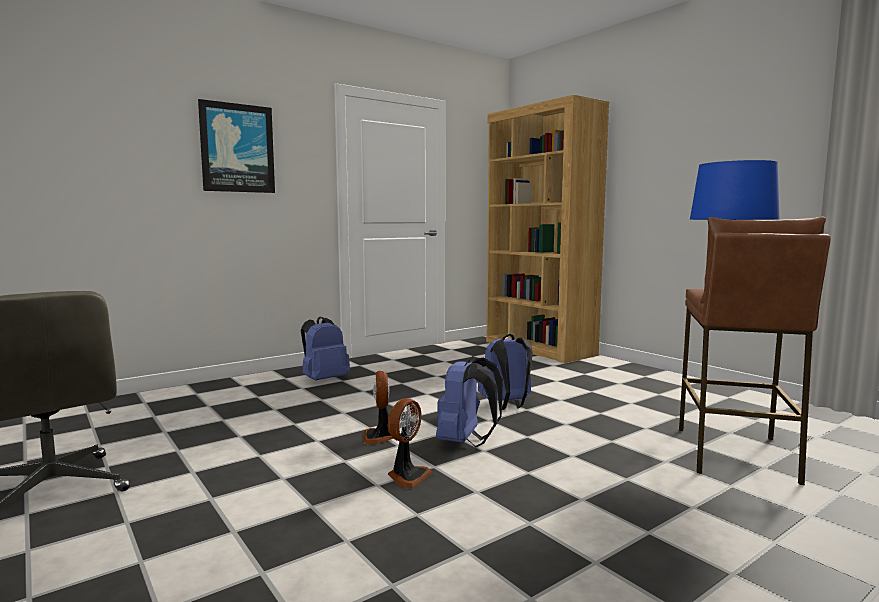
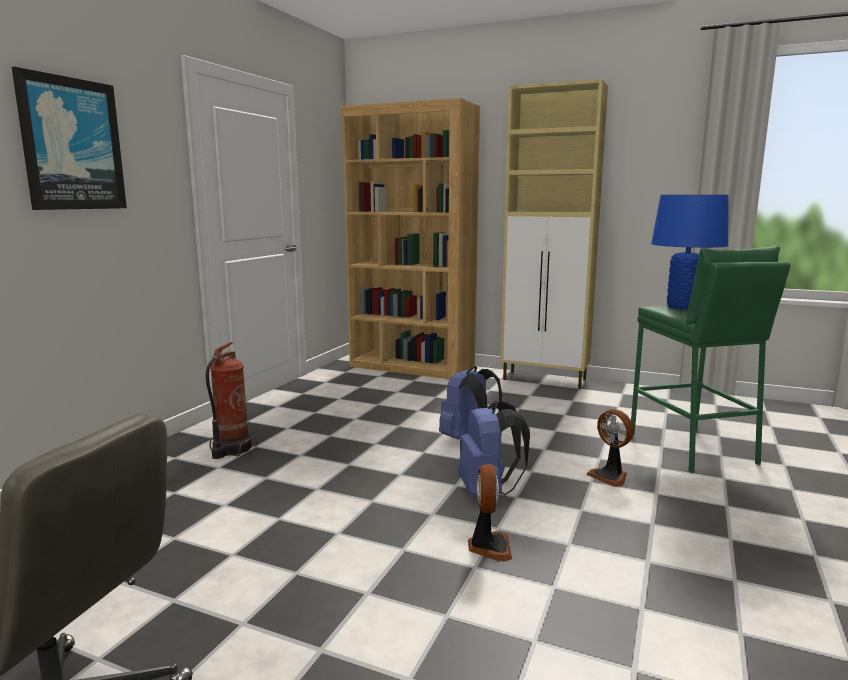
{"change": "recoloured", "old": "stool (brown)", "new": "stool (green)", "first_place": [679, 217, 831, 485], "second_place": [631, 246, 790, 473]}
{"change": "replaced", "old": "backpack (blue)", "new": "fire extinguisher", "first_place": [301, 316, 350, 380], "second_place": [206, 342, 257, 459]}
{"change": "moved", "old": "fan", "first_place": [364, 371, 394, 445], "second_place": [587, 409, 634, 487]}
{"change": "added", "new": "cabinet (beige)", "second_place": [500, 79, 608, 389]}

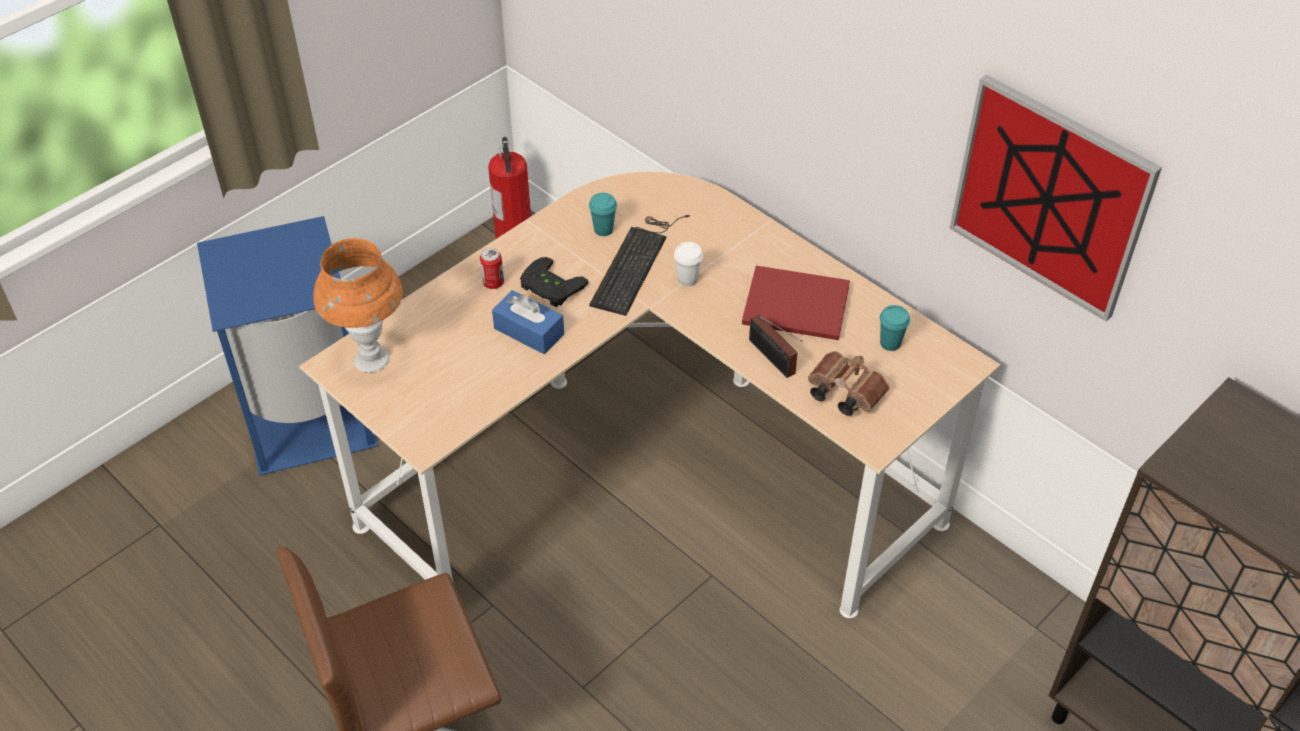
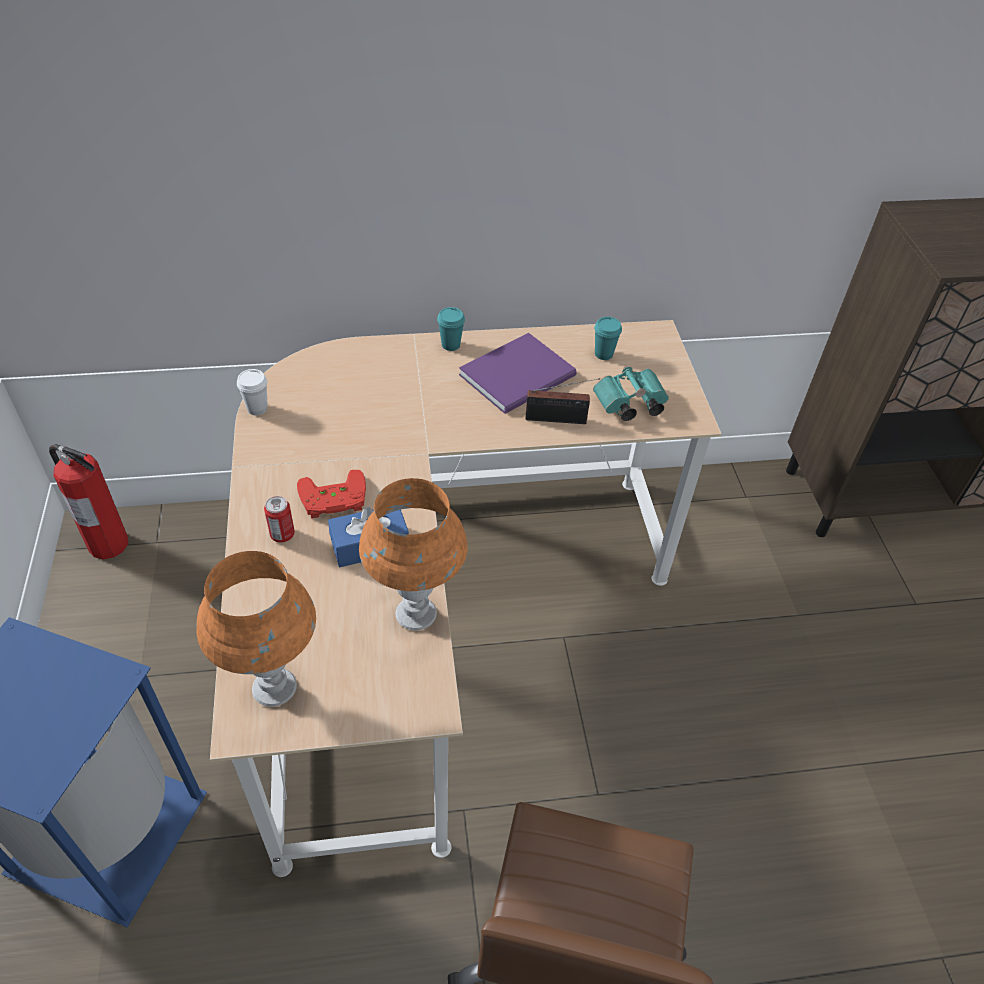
{"change": "removed", "old": "picture", "first_place": [950, 75, 1162, 322]}
{"change": "moved", "old": "cup (turquoise)", "first_place": [589, 193, 617, 236], "second_place": [437, 307, 465, 351]}
{"change": "removed", "old": "keyboard", "first_place": [589, 215, 690, 316]}
{"change": "moved", "old": "cup (white)", "first_place": [674, 242, 703, 286], "second_place": [237, 369, 268, 415]}
{"change": "recoloured", "old": "game controller (black)", "new": "game controller (red)", "first_place": [520, 257, 588, 307], "second_place": [297, 470, 366, 519]}
{"change": "recoloured", "old": "book (red)", "new": "book (purple)", "first_place": [742, 266, 850, 340], "second_place": [459, 333, 577, 414]}
{"change": "recoloured", "old": "binoculars (brown)", "new": "binoculars (turquoise)", "first_place": [808, 351, 889, 416], "second_place": [593, 366, 669, 421]}
{"change": "added", "new": "table lamp (orange)", "second_place": [359, 478, 468, 631]}

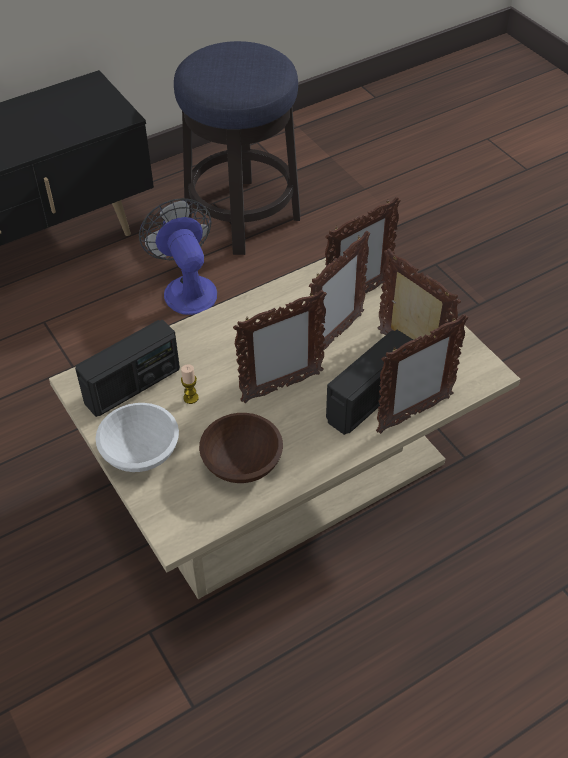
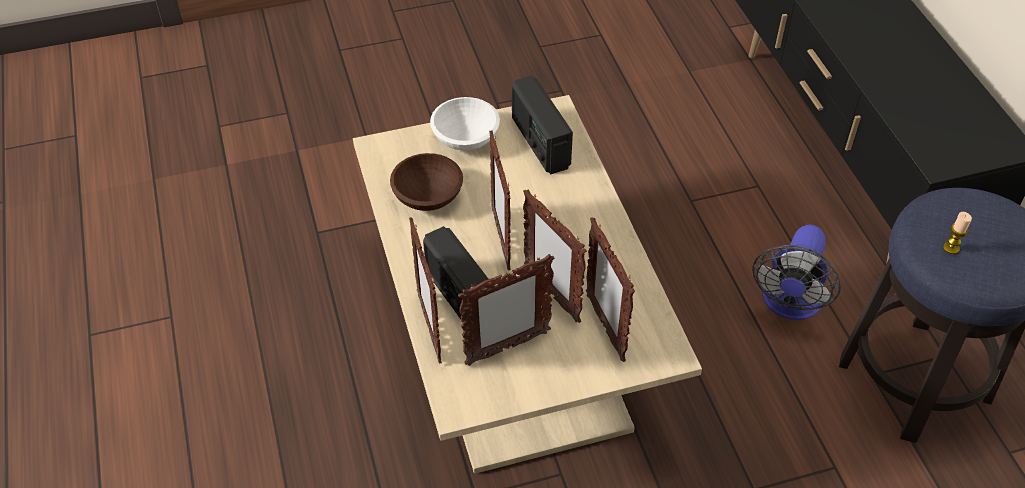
{"change": "turned", "old": "fan", "first_place": [139, 198, 217, 315], "second_place": [752, 225, 841, 320], "degrees": 120}
{"change": "moved", "old": "candle", "first_place": [181, 364, 199, 404], "second_place": [943, 212, 972, 254]}

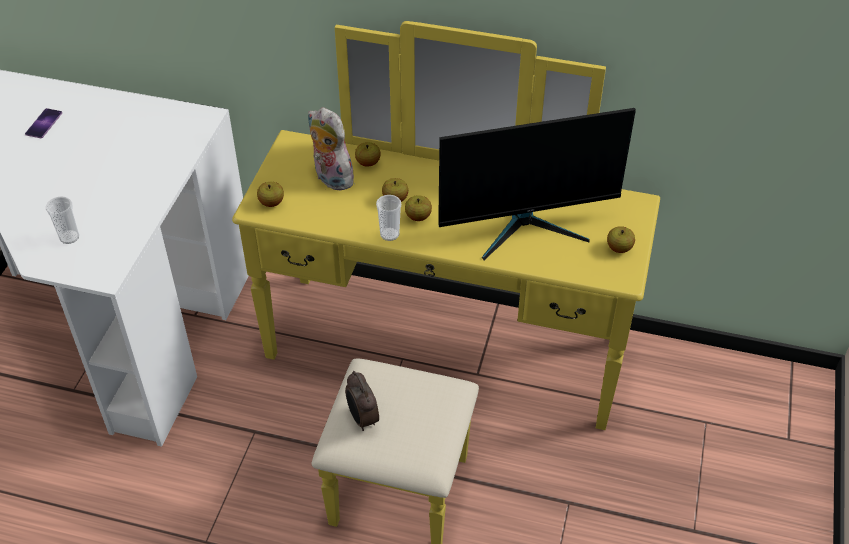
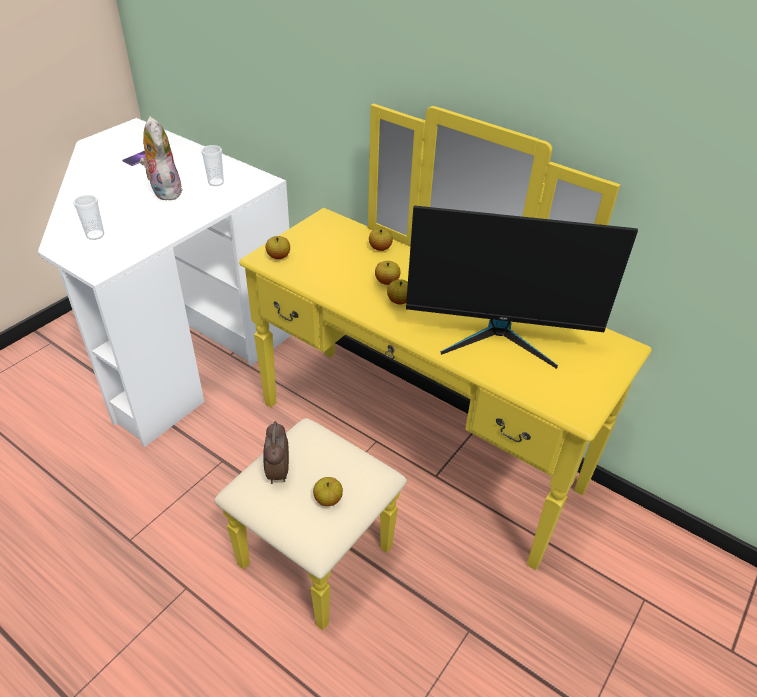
{"change": "moved", "old": "plush toy", "first_place": [308, 107, 354, 191], "second_place": [140, 116, 182, 200]}
{"change": "moved", "old": "cup", "first_place": [376, 195, 401, 241], "second_place": [201, 145, 224, 186]}
{"change": "moved", "old": "apple", "first_place": [607, 226, 635, 253], "second_place": [313, 477, 343, 506]}

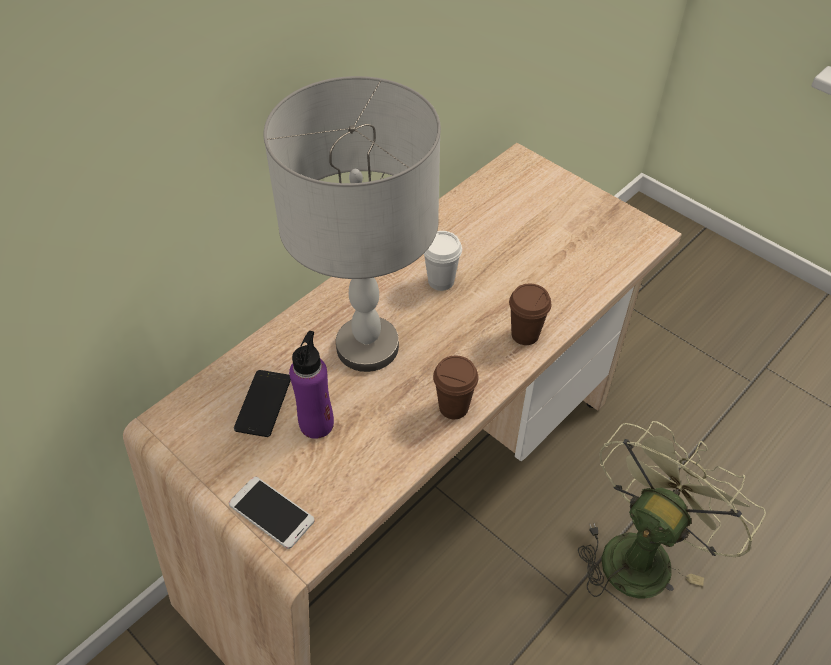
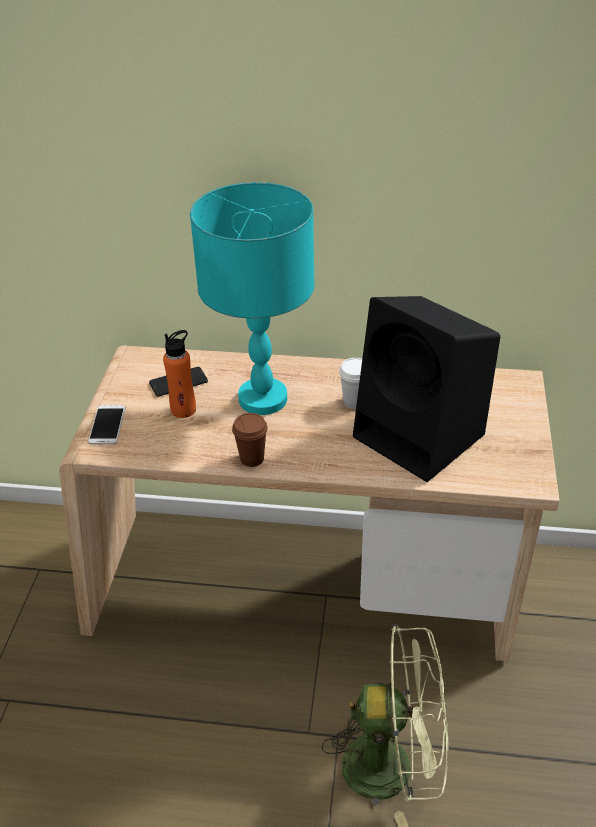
{"change": "recoloured", "old": "table lamp (grey)", "new": "table lamp (turquoise)", "first_place": [263, 76, 441, 372], "second_place": [190, 182, 315, 415]}
{"change": "removed", "old": "cup (brown)", "first_place": [509, 284, 551, 345]}
{"change": "recoloured", "old": "bottle (purple)", "new": "bottle (orange)", "first_place": [289, 331, 334, 439], "second_place": [163, 330, 196, 418]}
{"change": "added", "new": "speaker (black)", "second_place": [353, 296, 500, 482]}

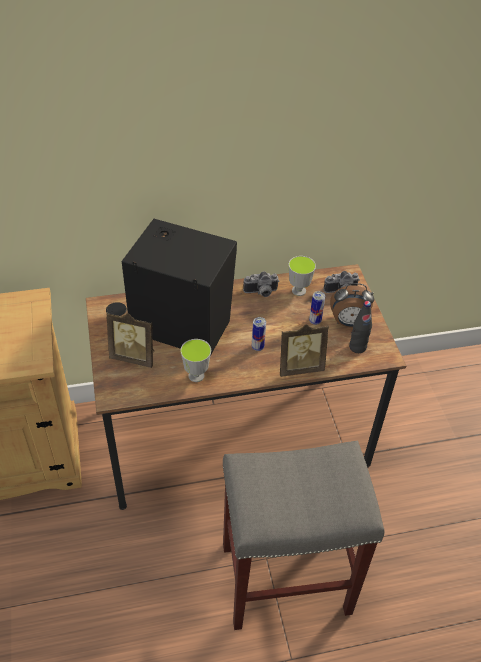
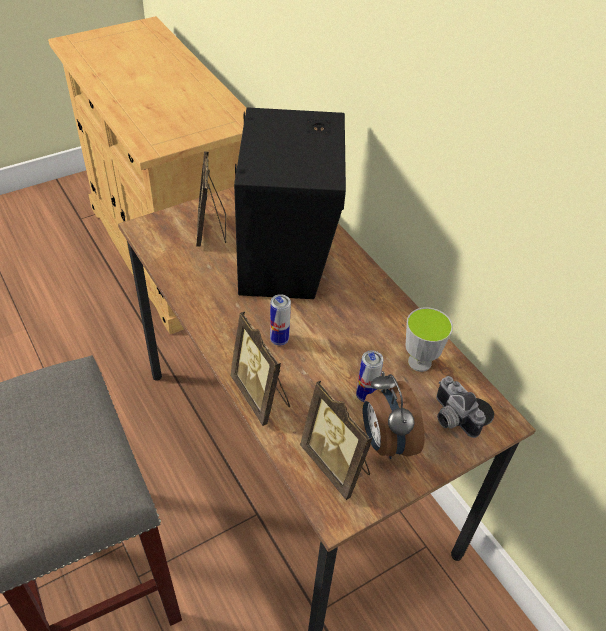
{"change": "removed", "old": "photo camera", "first_place": [243, 271, 279, 297]}
{"change": "replaced", "old": "bottle (black)", "new": "picture frame", "first_place": [349, 301, 372, 353], "second_place": [300, 381, 373, 500]}
{"change": "removed", "old": "cup", "first_place": [180, 339, 211, 382]}

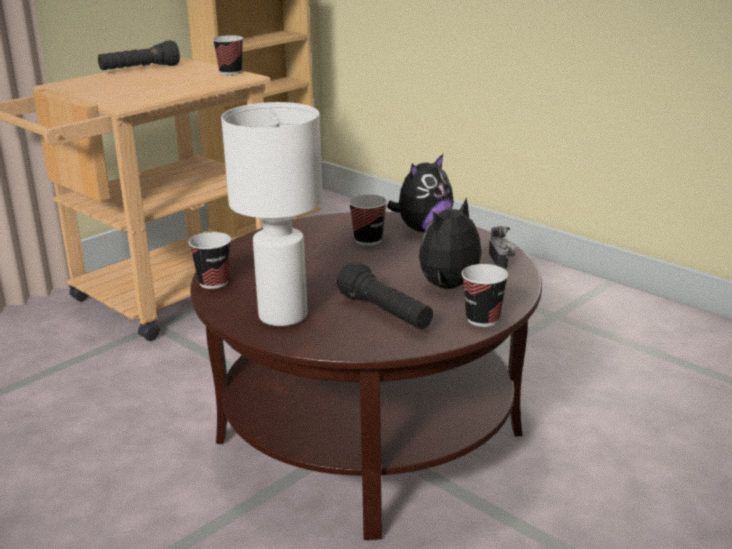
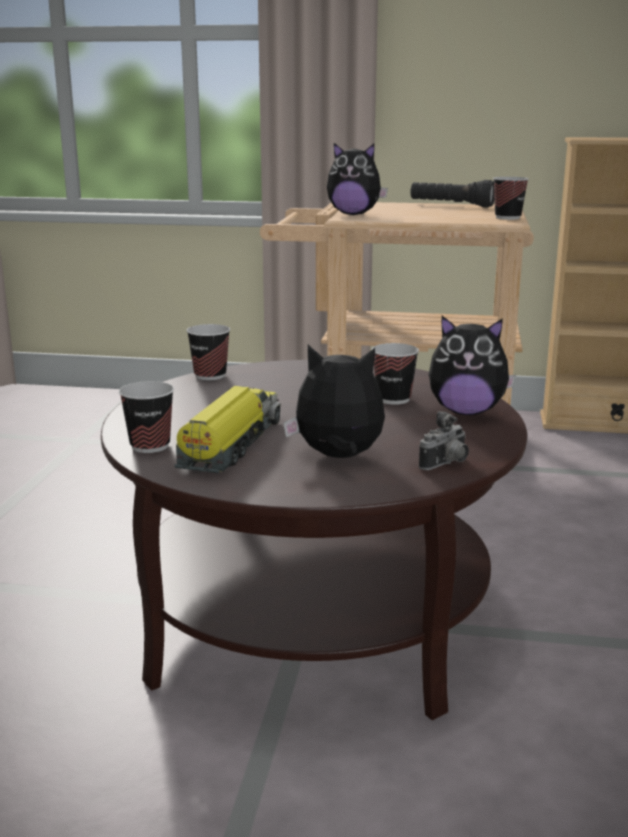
{"change": "removed", "old": "table lamp (white)", "first_place": [221, 102, 323, 326]}
{"change": "replaced", "old": "flashlight (black)", "new": "toy truck", "first_place": [337, 262, 433, 329], "second_place": [175, 386, 281, 473]}
{"change": "moved", "old": "cup", "first_place": [461, 264, 508, 327], "second_place": [119, 381, 174, 453]}
{"change": "added", "new": "plush toy", "second_place": [327, 143, 388, 215]}

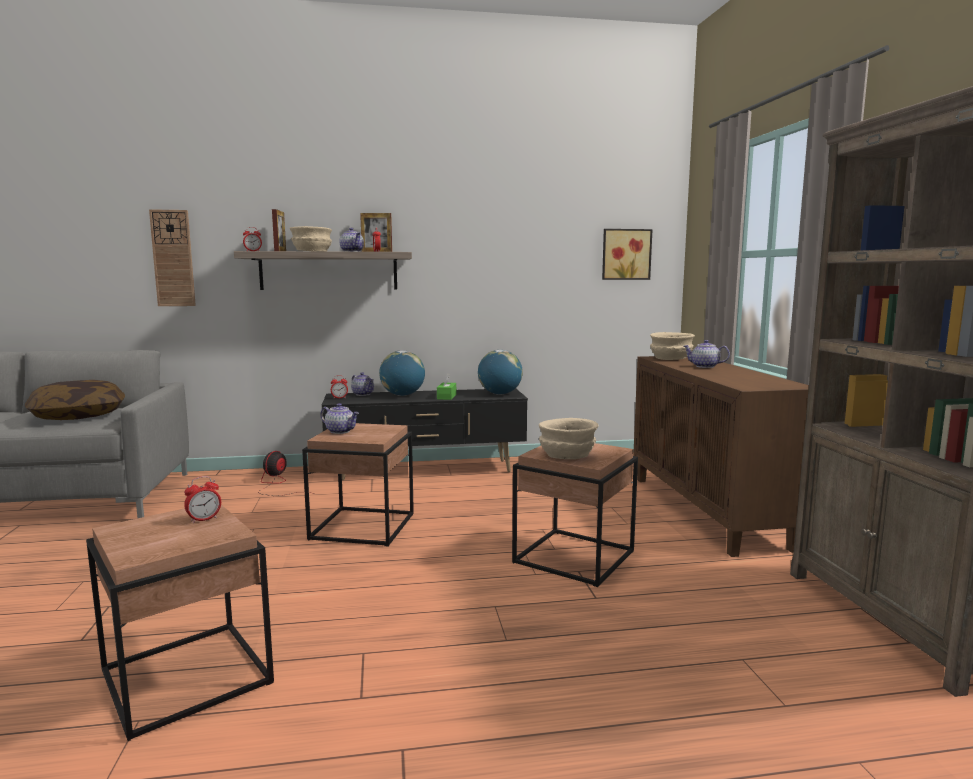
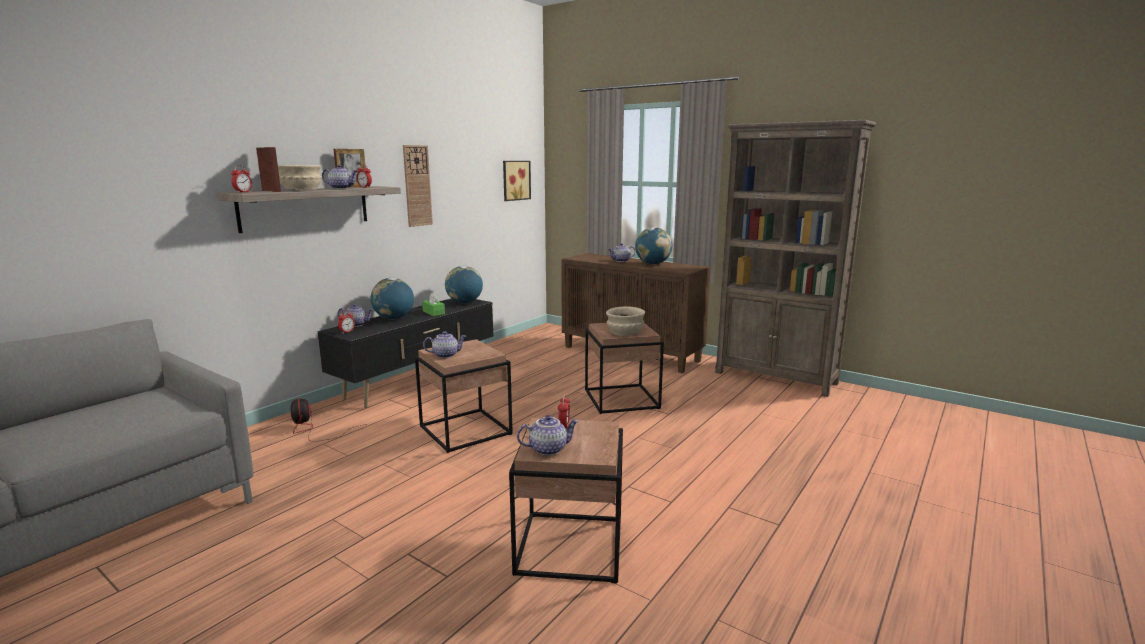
{"change": "moved", "old": "wall clock", "first_place": [149, 209, 196, 306], "second_place": [403, 145, 433, 227]}
{"change": "removed", "old": "bowl (beige)", "first_place": [650, 332, 695, 360]}
{"change": "removed", "old": "pillow", "first_place": [25, 380, 125, 420]}
{"change": "added", "new": "globe", "second_place": [635, 227, 672, 265]}
{"change": "added", "new": "teapot", "second_place": [517, 415, 579, 456]}

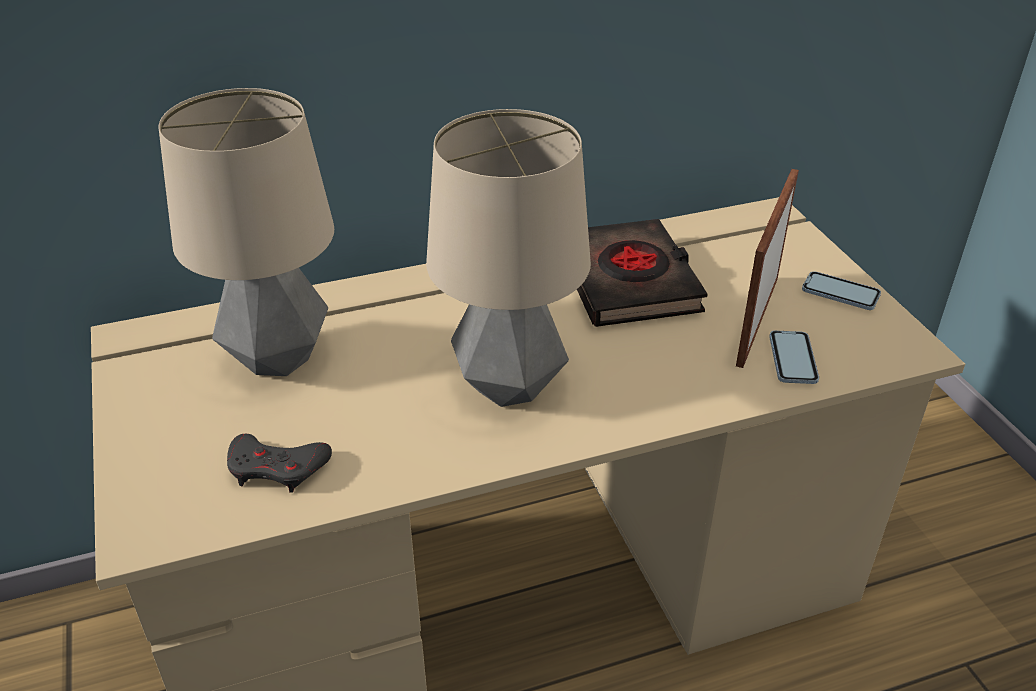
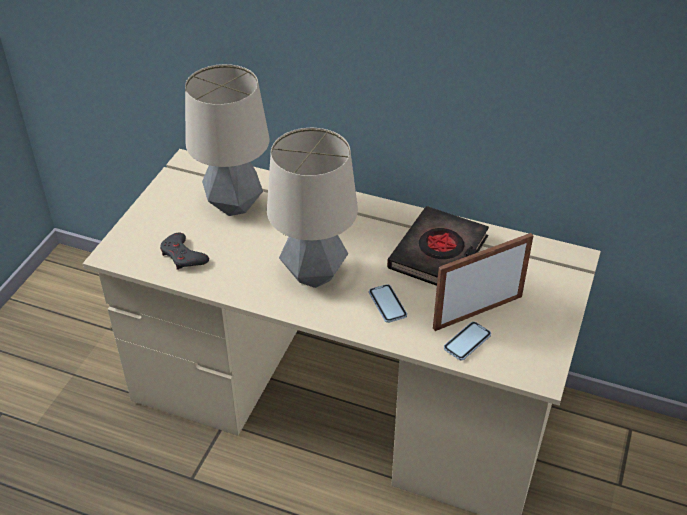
{"change": "moved", "old": "phone", "first_place": [802, 271, 881, 310], "second_place": [369, 284, 407, 323]}

